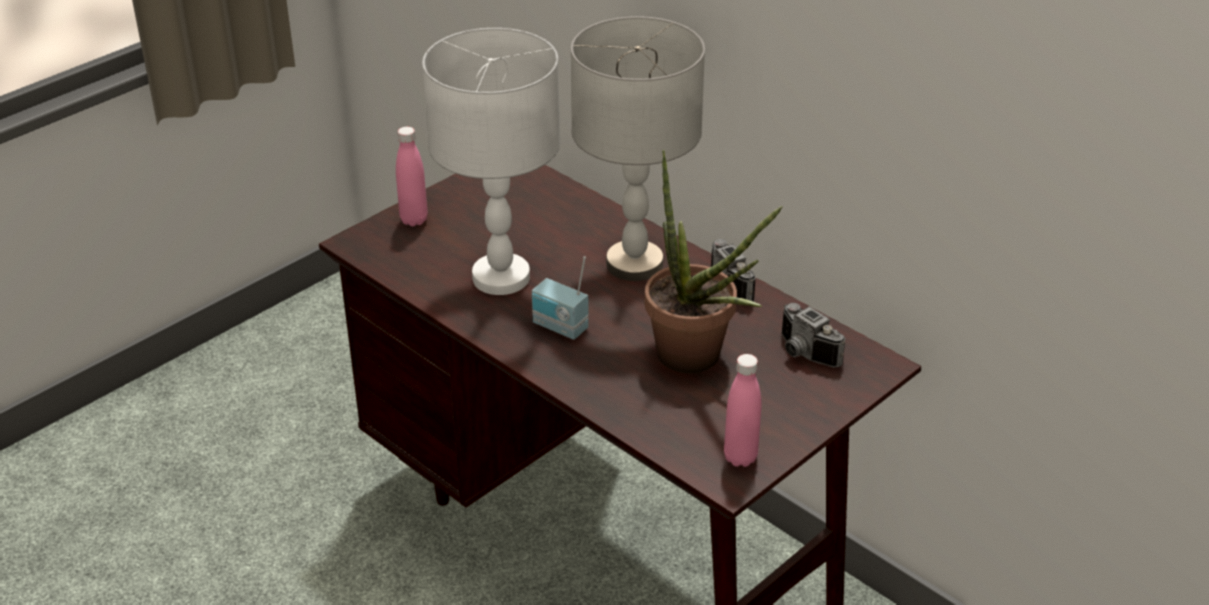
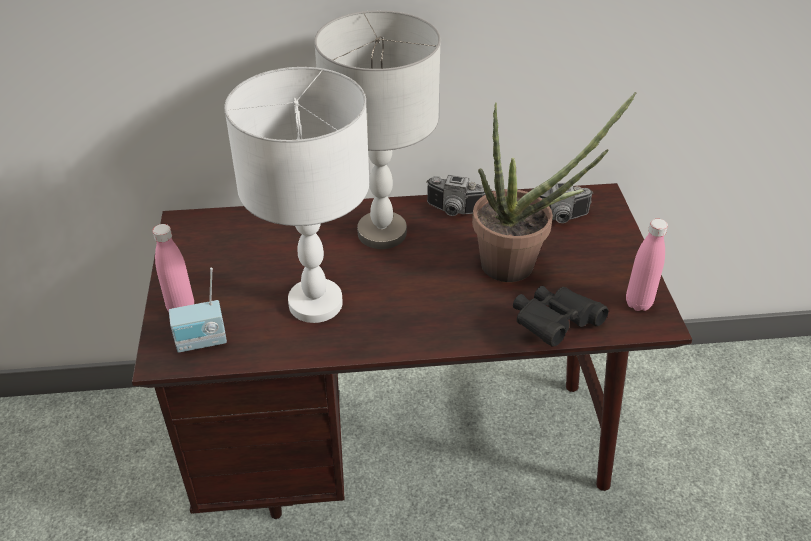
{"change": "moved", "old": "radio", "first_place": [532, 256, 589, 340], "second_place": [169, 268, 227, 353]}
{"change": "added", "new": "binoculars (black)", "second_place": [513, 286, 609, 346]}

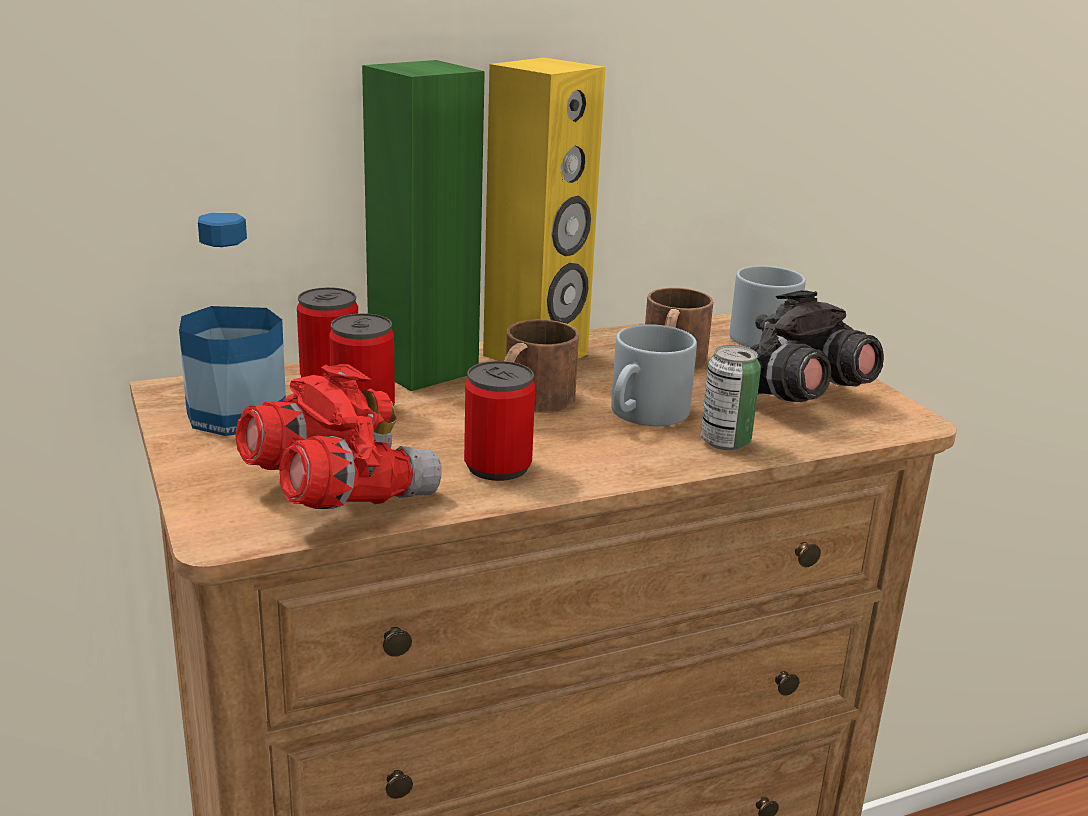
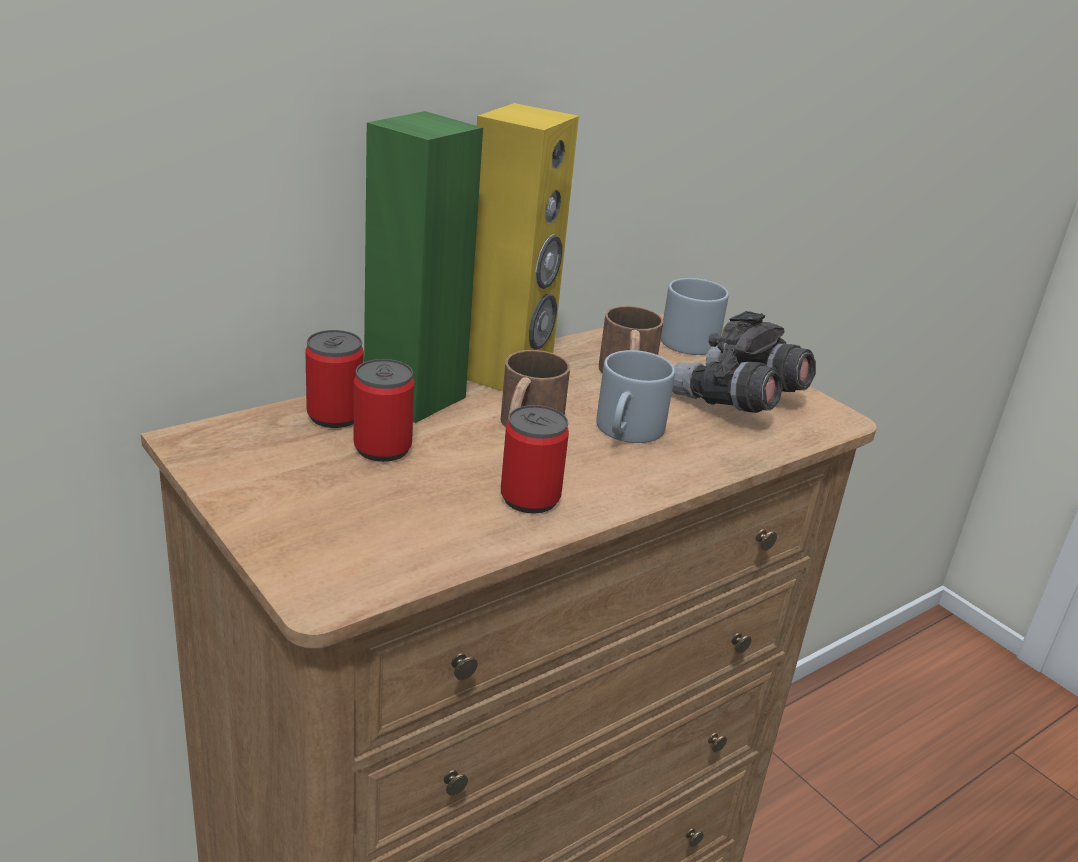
{"change": "removed", "old": "bottle", "first_place": [179, 212, 286, 436]}
{"change": "removed", "old": "can", "first_place": [701, 345, 761, 450]}
{"change": "removed", "old": "binoculars (red)", "first_place": [235, 364, 442, 509]}

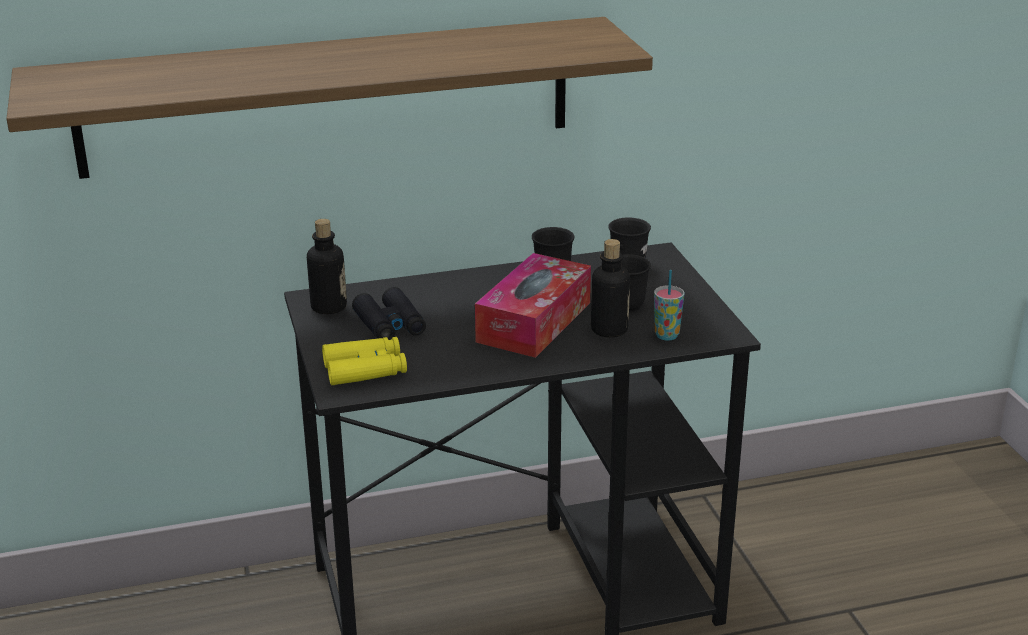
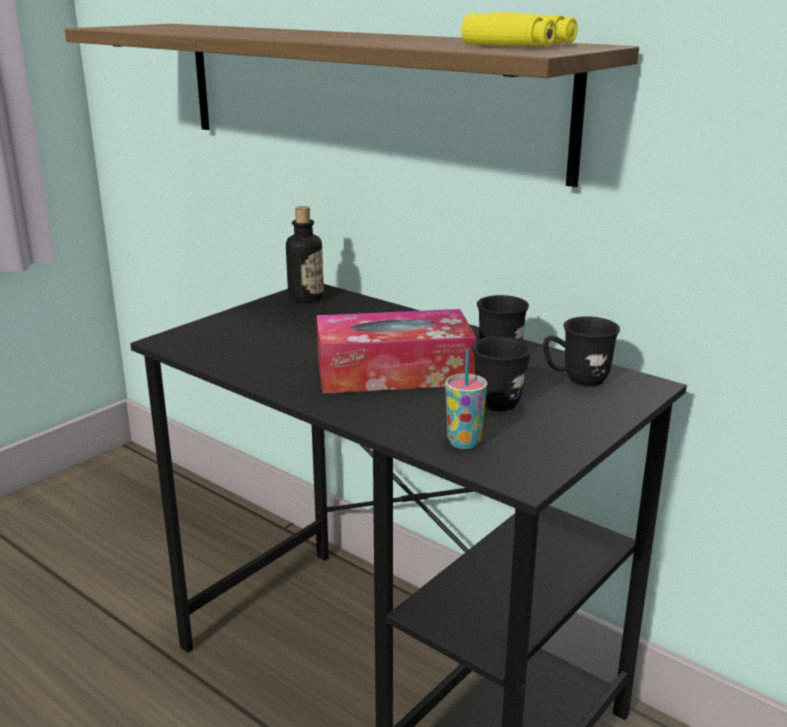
{"change": "removed", "old": "bottle", "first_place": [591, 239, 630, 337]}
{"change": "removed", "old": "binoculars (black)", "first_place": [352, 287, 426, 340]}
{"change": "moved", "old": "binoculars (yellow)", "first_place": [322, 337, 407, 385], "second_place": [461, 12, 578, 46]}

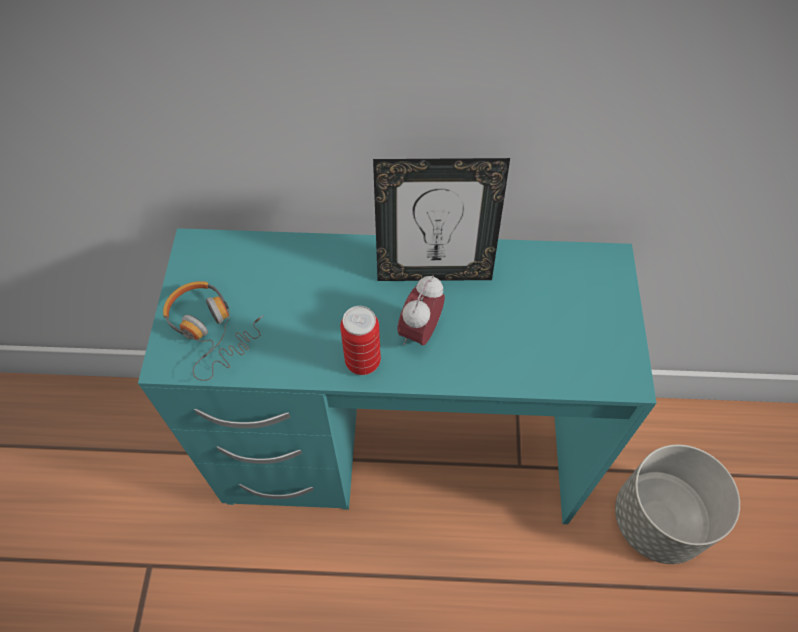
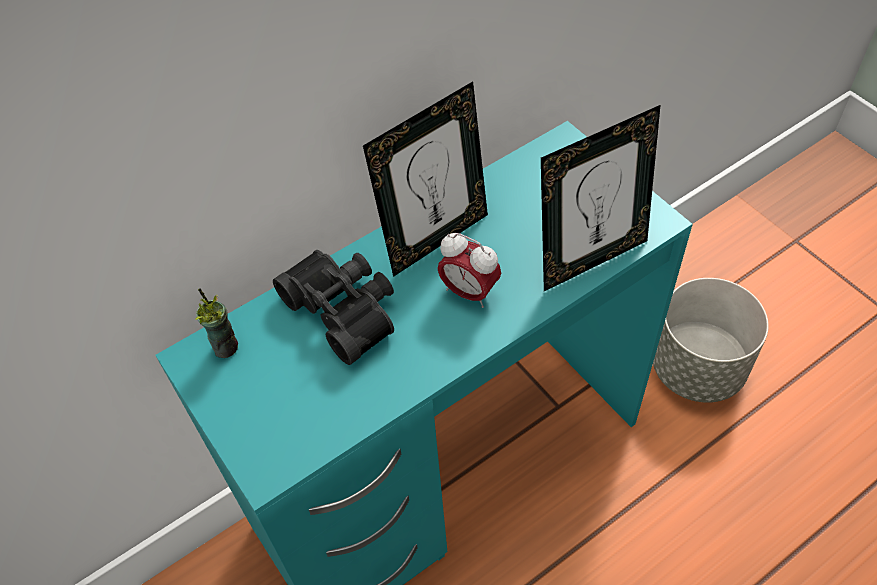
{"change": "turned", "old": "alarm clock", "first_place": [397, 275, 445, 345], "second_place": [437, 233, 501, 308], "degrees": -45}
{"change": "removed", "old": "headphones", "first_place": [163, 281, 264, 381]}
{"change": "removed", "old": "can", "first_place": [340, 306, 381, 375]}
{"change": "added", "new": "picture frame", "second_place": [541, 105, 660, 291]}
{"change": "added", "new": "binoculars (black)", "second_place": [273, 250, 394, 365]}
{"change": "added", "new": "cup", "second_place": [196, 288, 238, 358]}

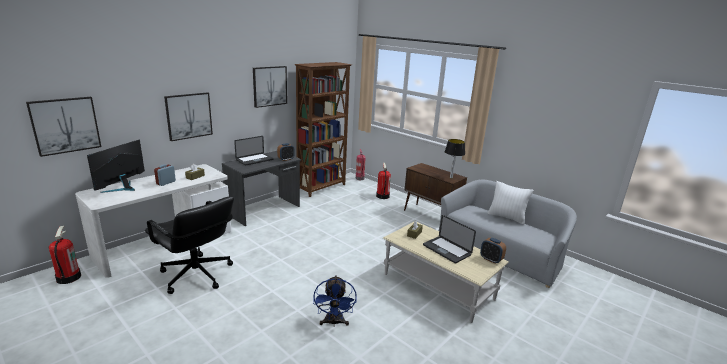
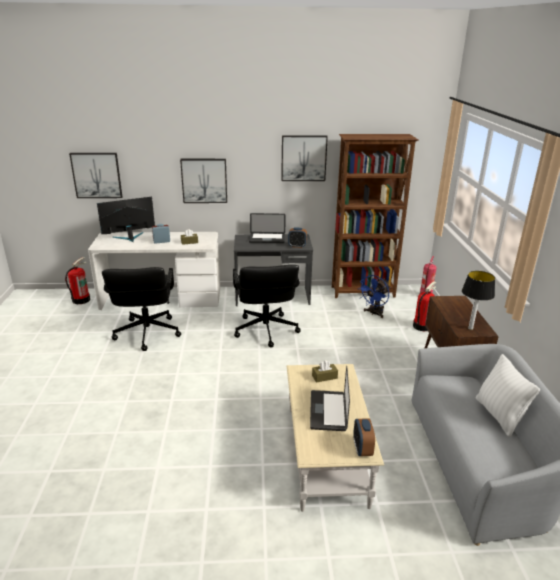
{"change": "moved", "old": "fan (blue)", "first_place": [313, 276, 357, 327], "second_place": [358, 275, 391, 318]}
{"change": "added", "new": "office chair (black)", "second_place": [233, 264, 301, 347]}

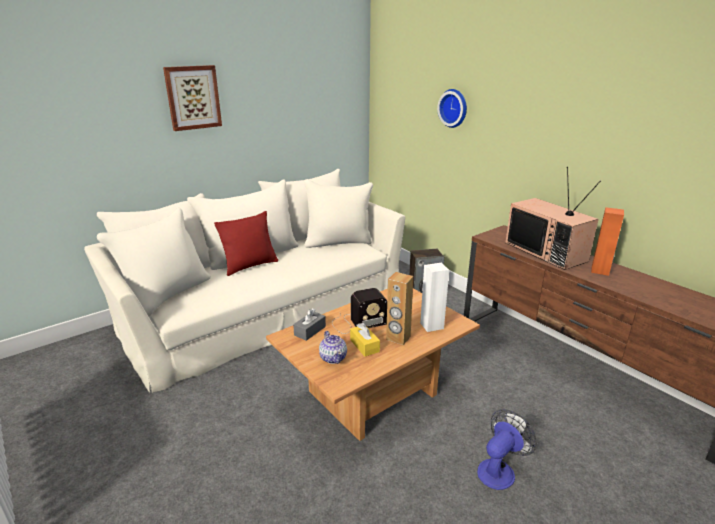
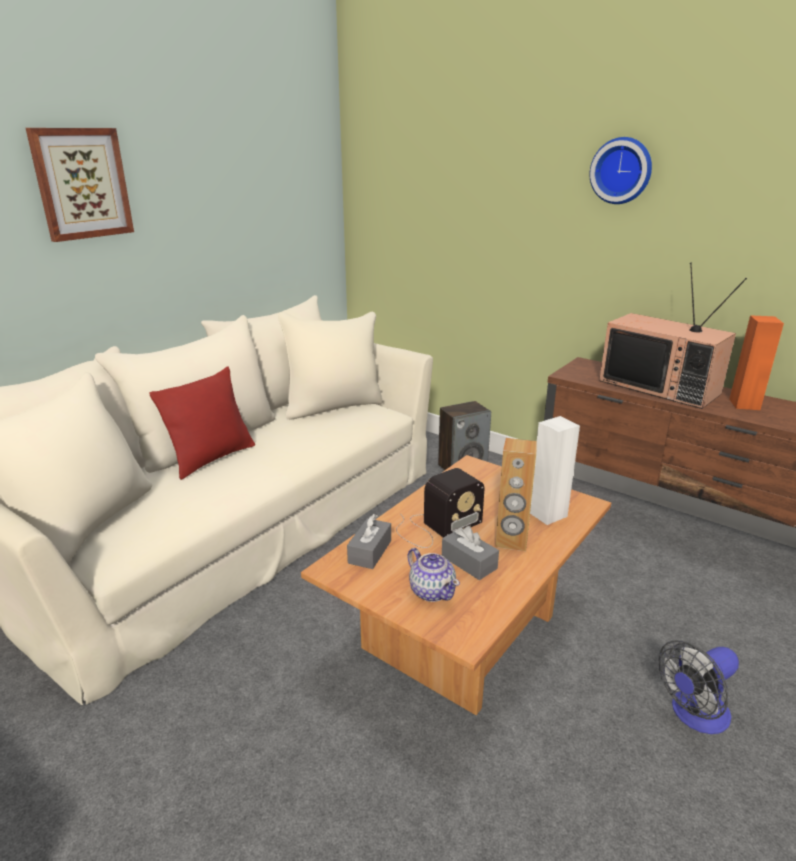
{"change": "moved", "old": "wall clock", "first_place": [437, 89, 467, 128], "second_place": [590, 137, 652, 204]}
{"change": "recoloured", "old": "tissue box (yellow)", "new": "tissue box (grey)", "first_place": [350, 323, 380, 357], "second_place": [442, 526, 499, 580]}
{"change": "turned", "old": "fan", "first_place": [477, 409, 537, 490], "second_place": [659, 640, 739, 734], "degrees": -150}

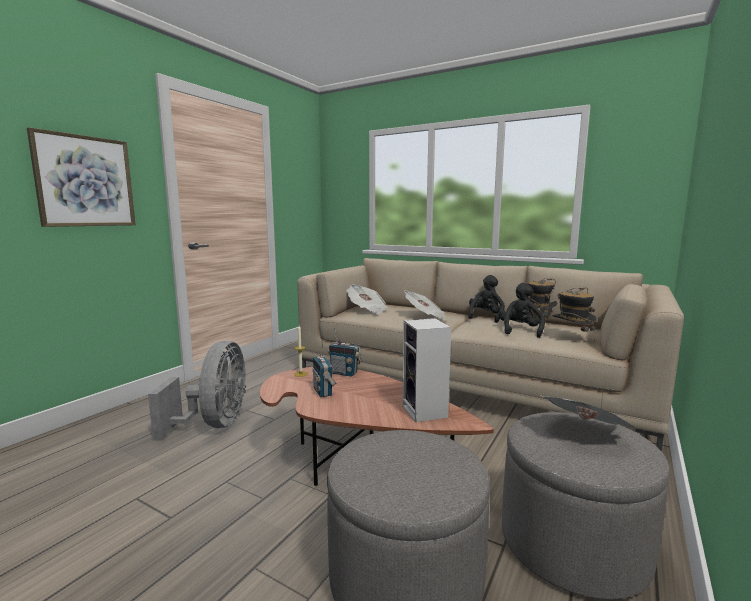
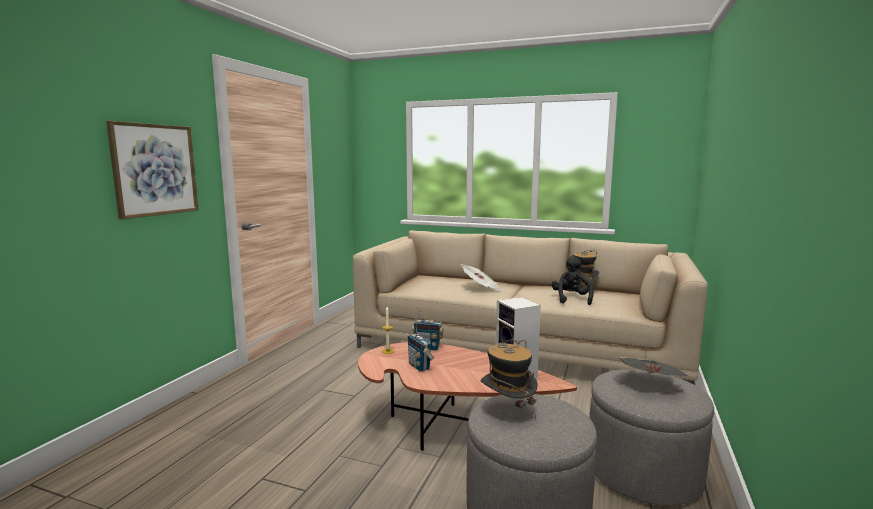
{"change": "removed", "old": "plush toy (black)", "first_place": [468, 275, 505, 323]}
{"change": "removed", "old": "newspaper", "first_place": [346, 284, 388, 314]}
{"change": "moved", "old": "hat", "first_place": [552, 287, 597, 343], "second_place": [480, 340, 538, 419]}
{"change": "removed", "old": "fan (grey)", "first_place": [148, 341, 246, 439]}

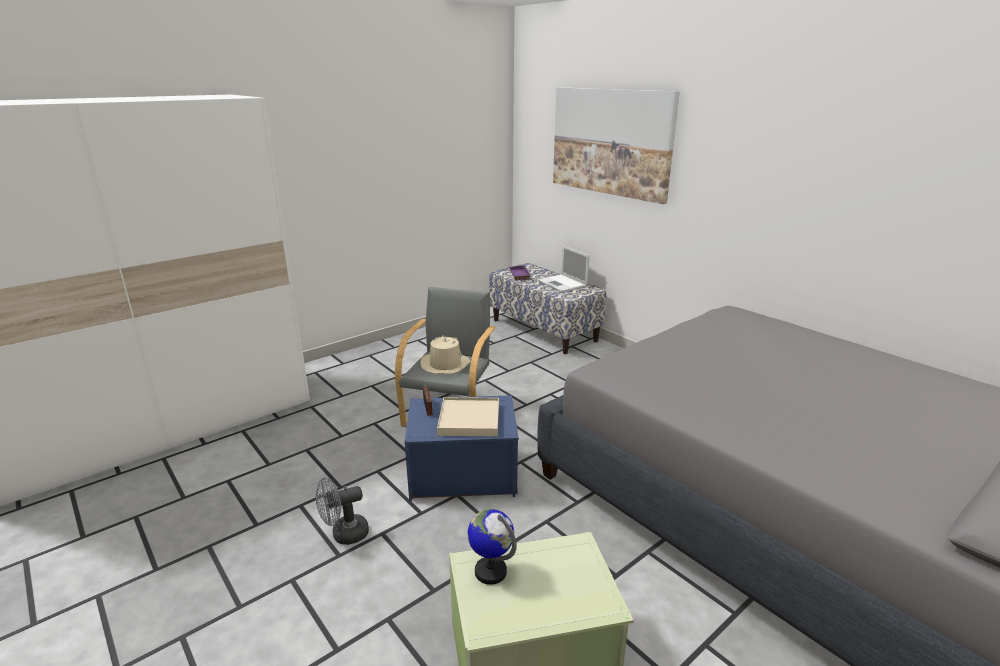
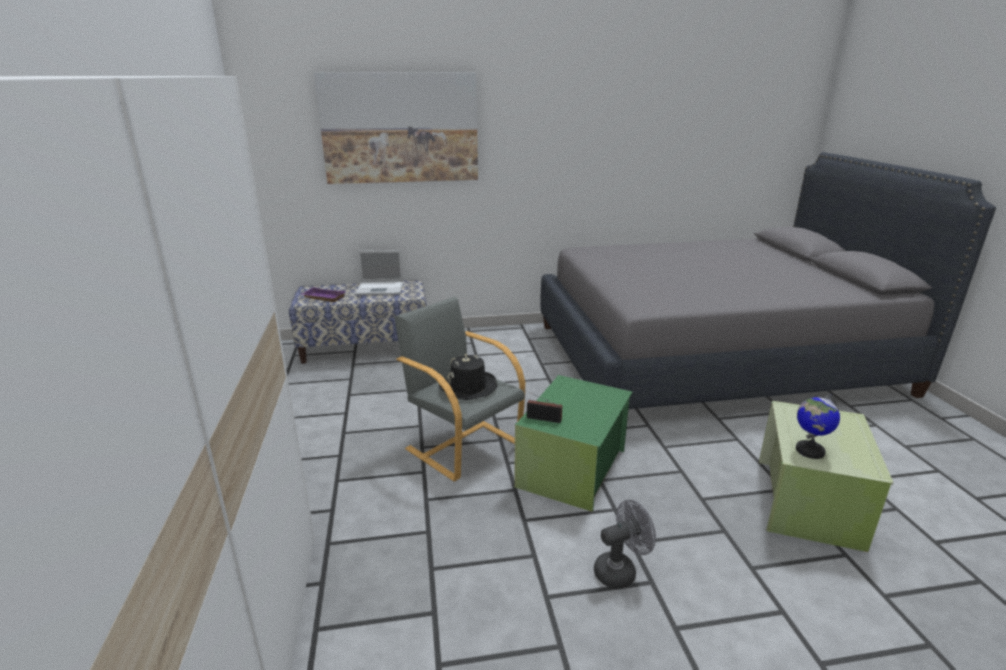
{"change": "recoloured", "old": "hat (beige)", "new": "hat (black)", "first_place": [420, 335, 471, 374], "second_place": [439, 353, 497, 400]}
{"change": "recoloured", "old": "storage box (blue)", "new": "storage box (green)", "first_place": [405, 395, 519, 501], "second_place": [514, 375, 632, 512]}
{"change": "removed", "old": "tray (beige)", "first_place": [437, 397, 499, 437]}
{"change": "turned", "old": "fan (grey)", "first_place": [316, 477, 369, 545], "second_place": [594, 500, 656, 589], "degrees": -120}

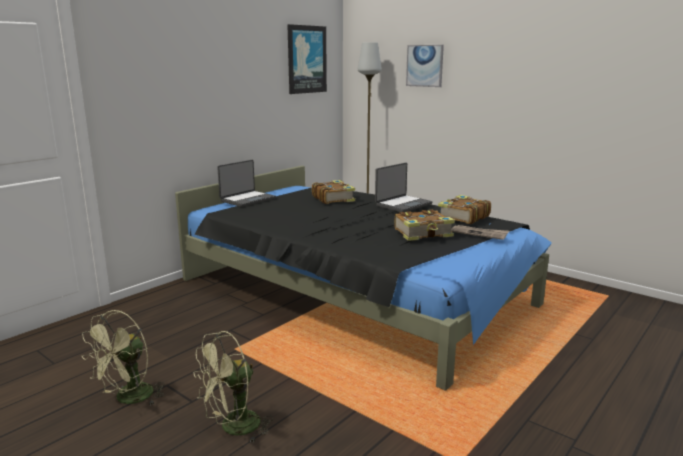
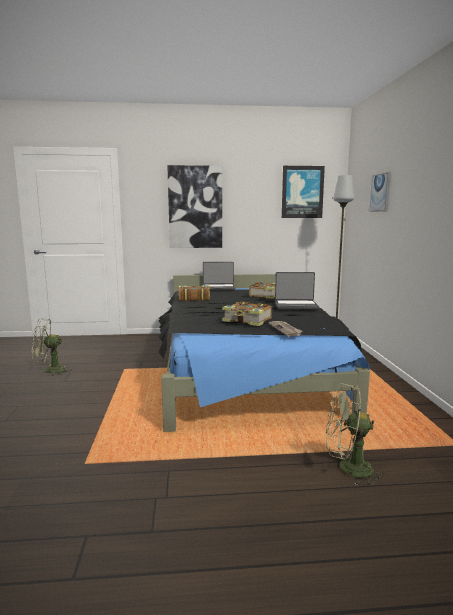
{"change": "moved", "old": "book", "first_place": [438, 195, 491, 224], "second_place": [179, 285, 210, 301]}
{"change": "moved", "old": "fan (green)", "first_place": [194, 331, 273, 443], "second_place": [326, 383, 385, 485]}
{"change": "added", "new": "picture", "second_place": [167, 165, 222, 248]}

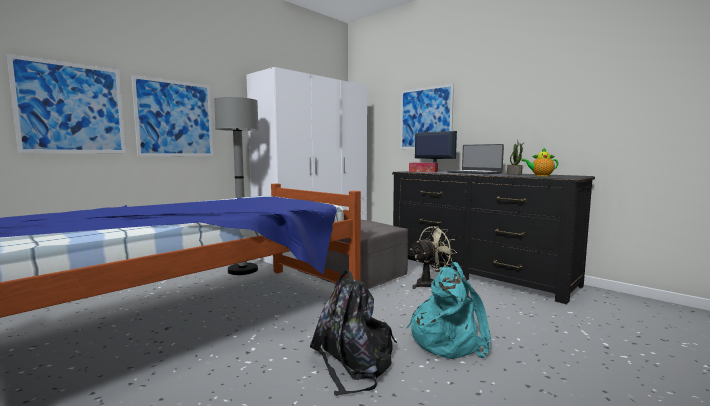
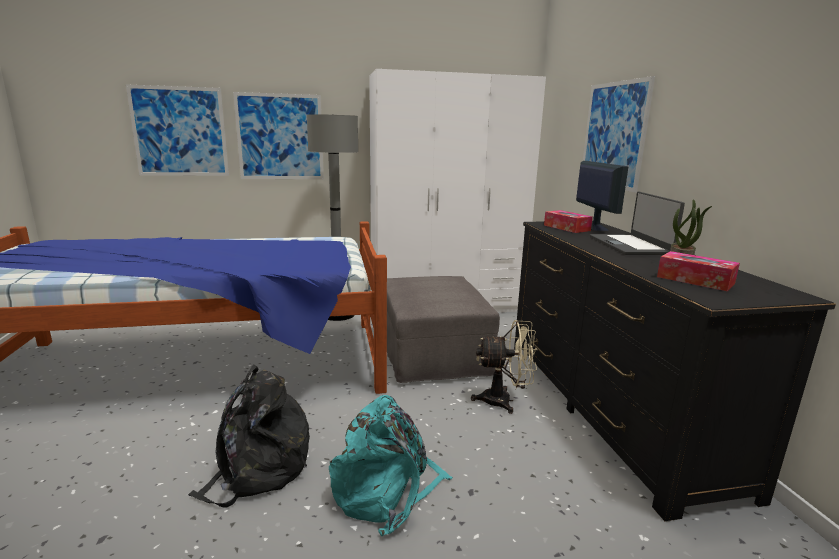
{"change": "replaced", "old": "teapot", "new": "tissue box", "first_place": [521, 147, 558, 176], "second_place": [657, 251, 740, 291]}

